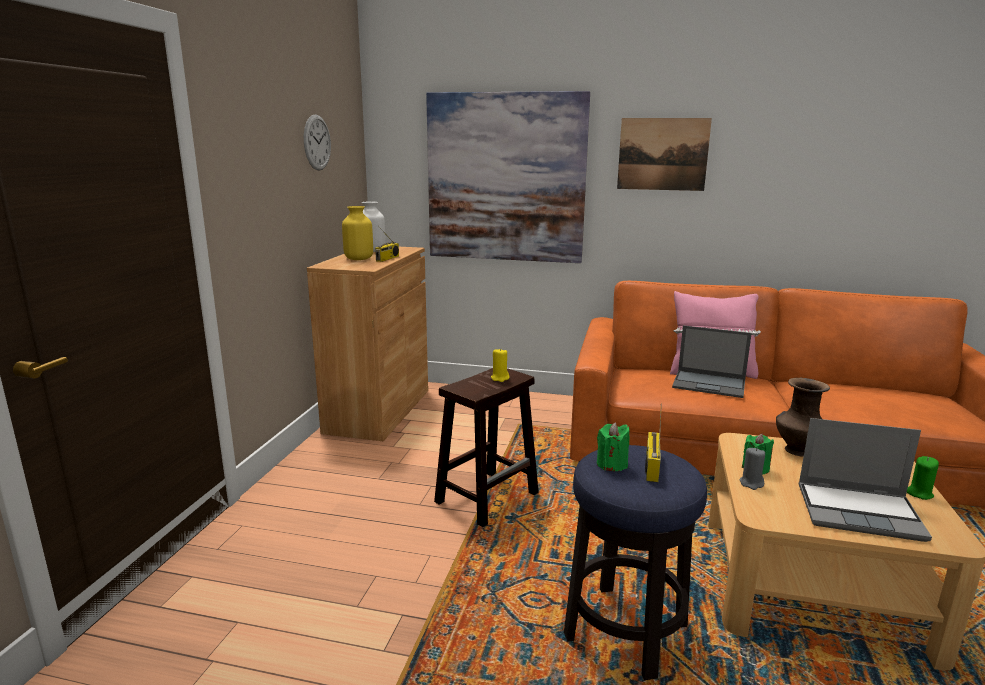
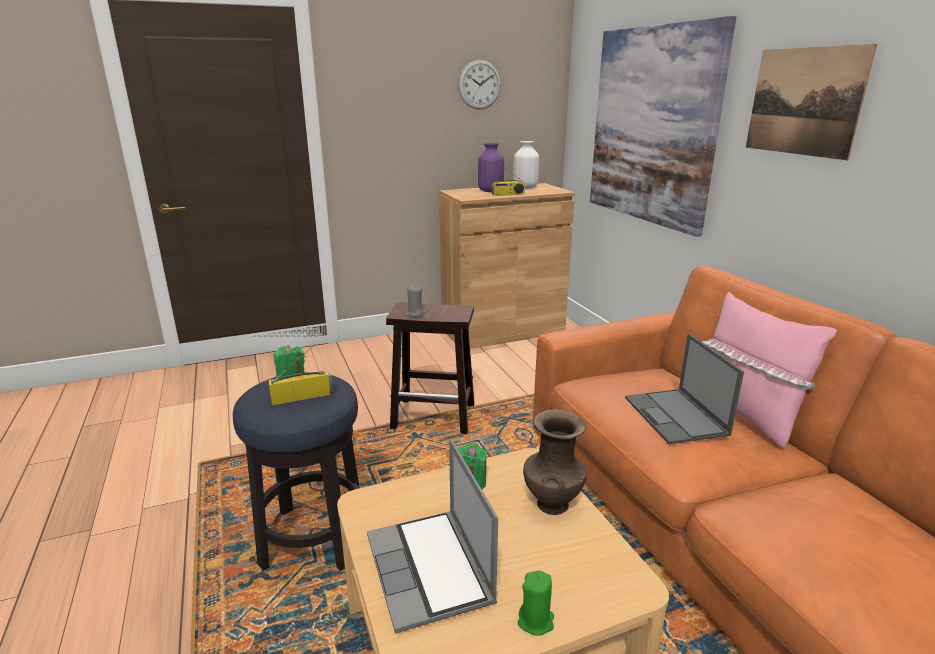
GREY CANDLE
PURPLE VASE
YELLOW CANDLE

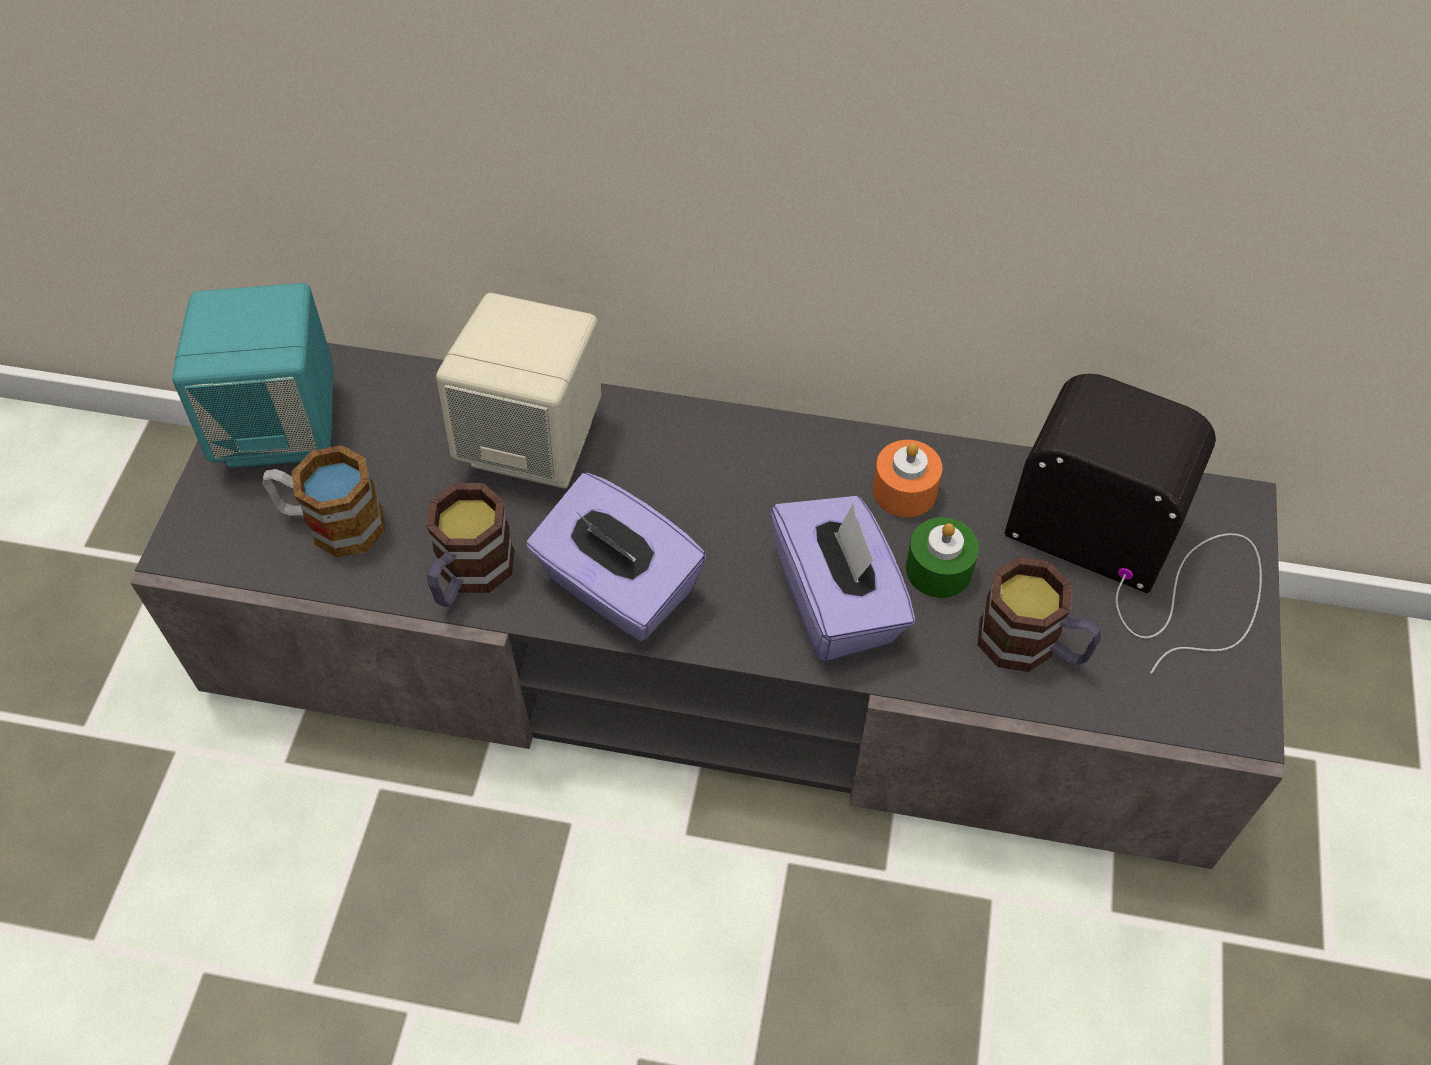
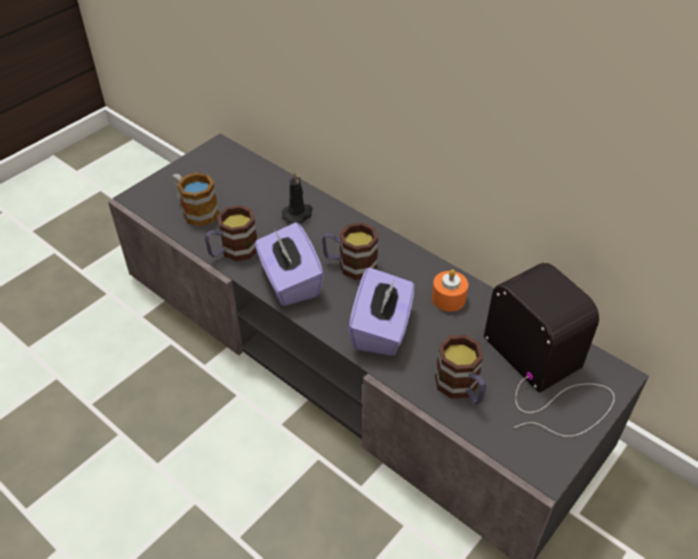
BLACK CANDLE
MUG (3rd from left)
TURQUOISE SPEAKER
GREEN CANDLE

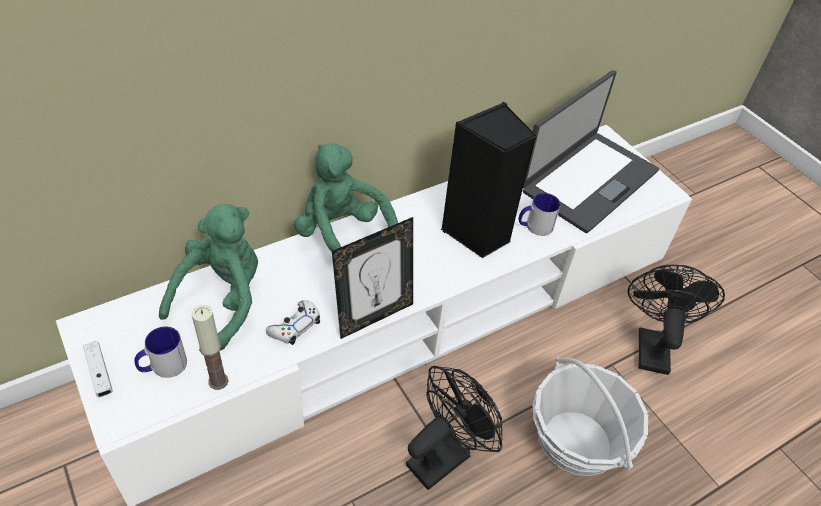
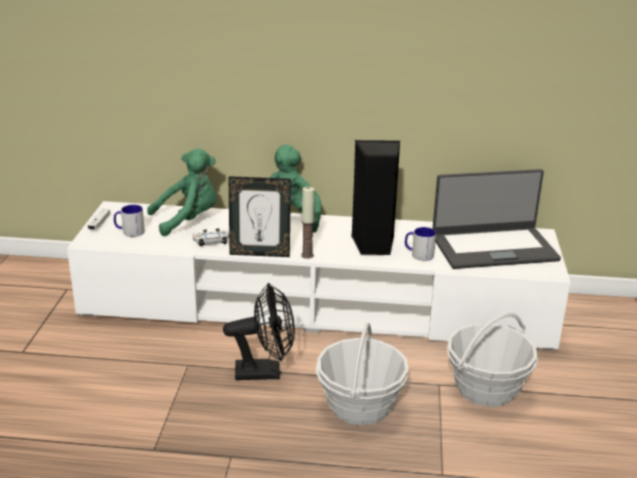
CANDLE
BASKET (2nd from left)

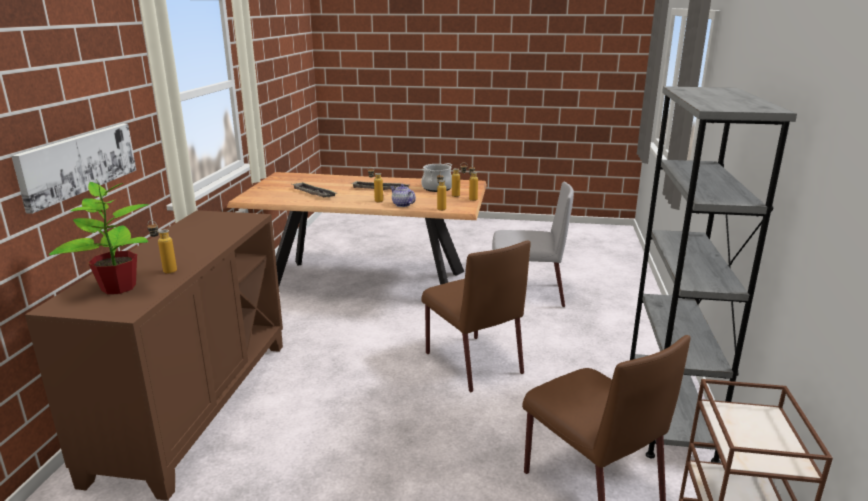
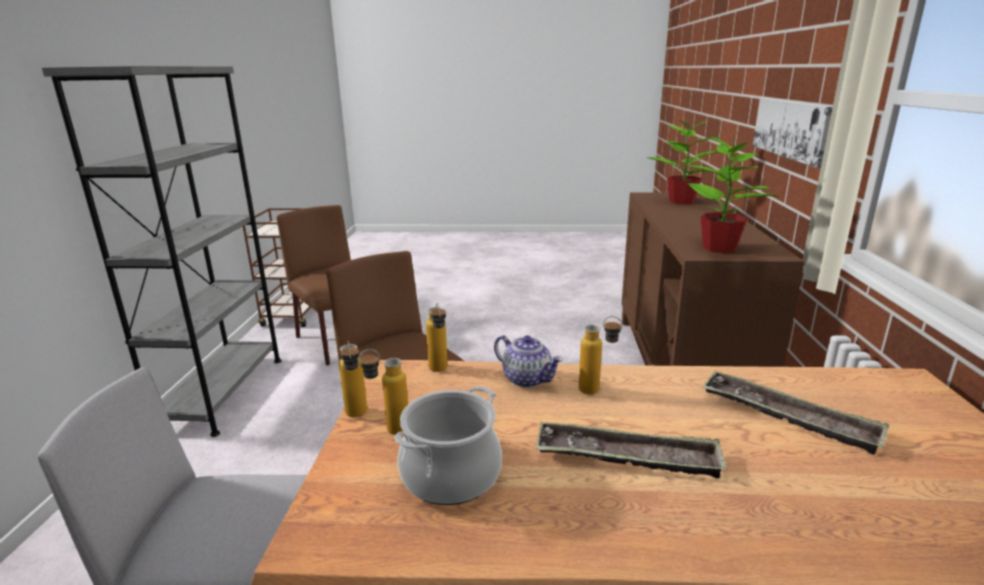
POTTED PLANT (2nd from left)
BOTTLE (1st from left in the first image)

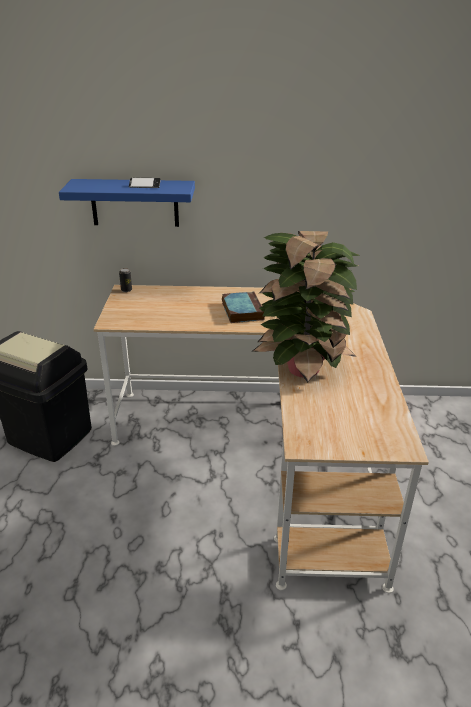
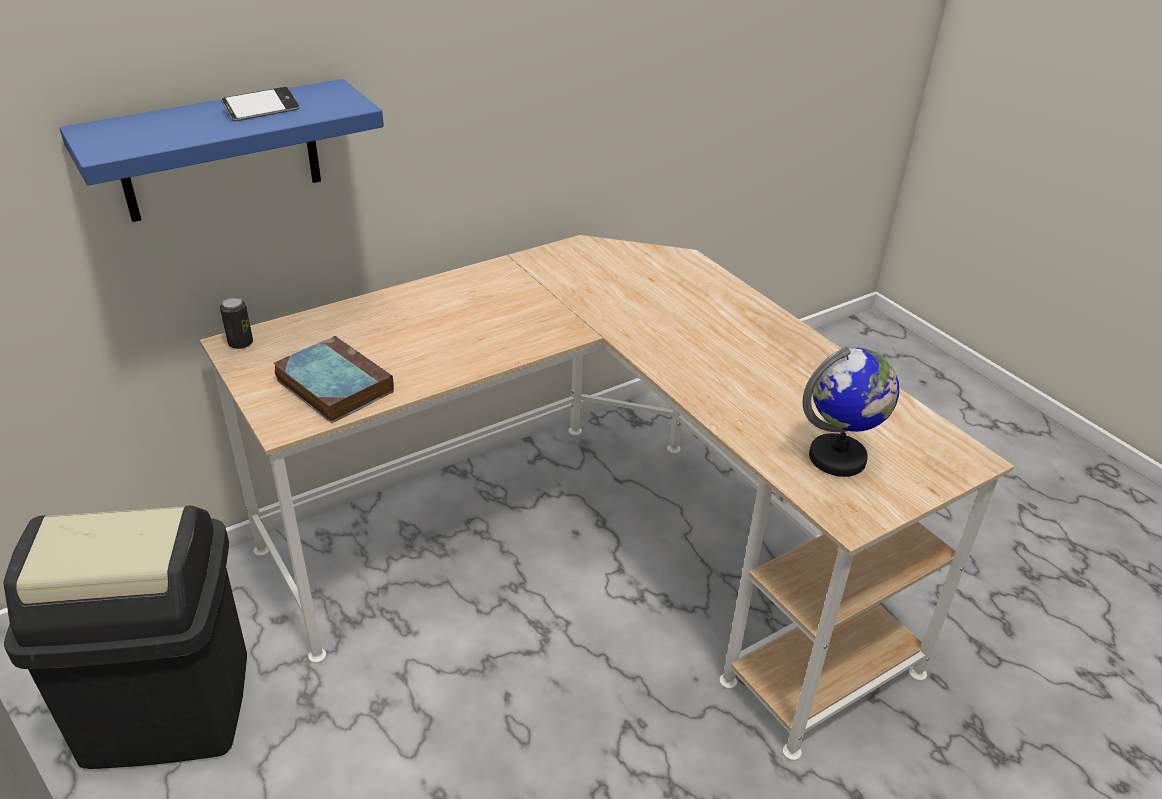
BOOK
GLOBE
POTTED PLANT

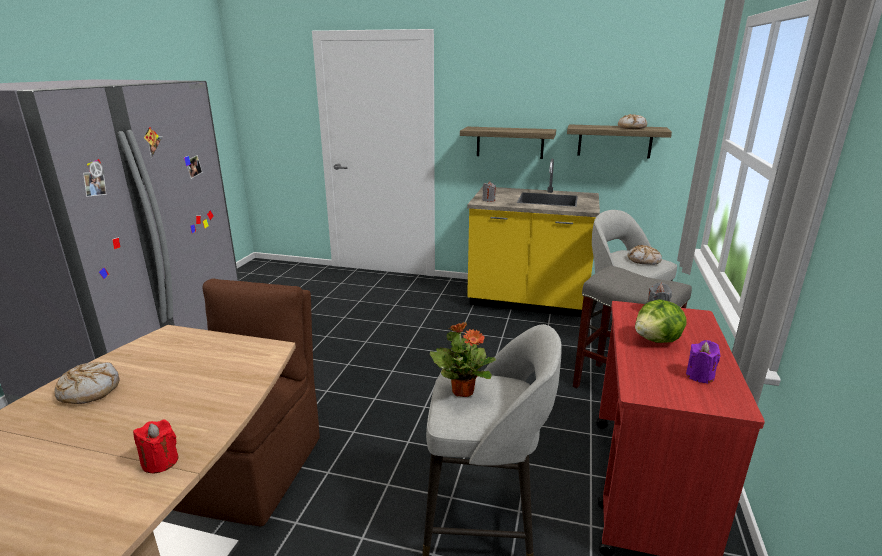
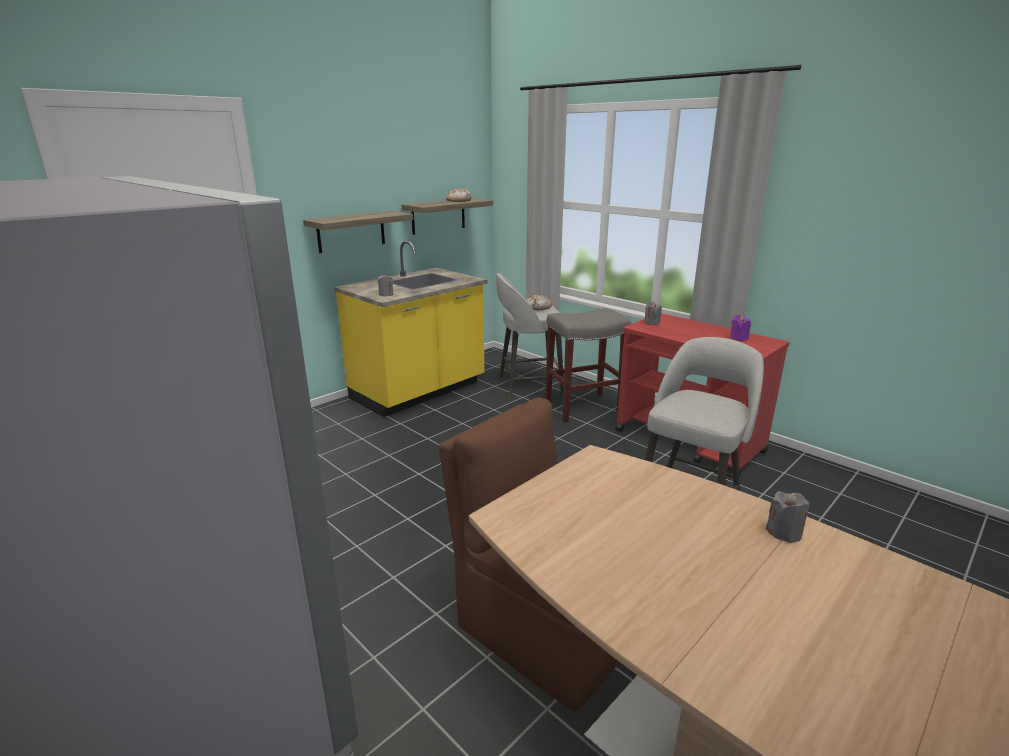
GREY CANDLE (3rd from left)
BREAD (1st from left in the first image)
POTTED PLANT
LETTUCE

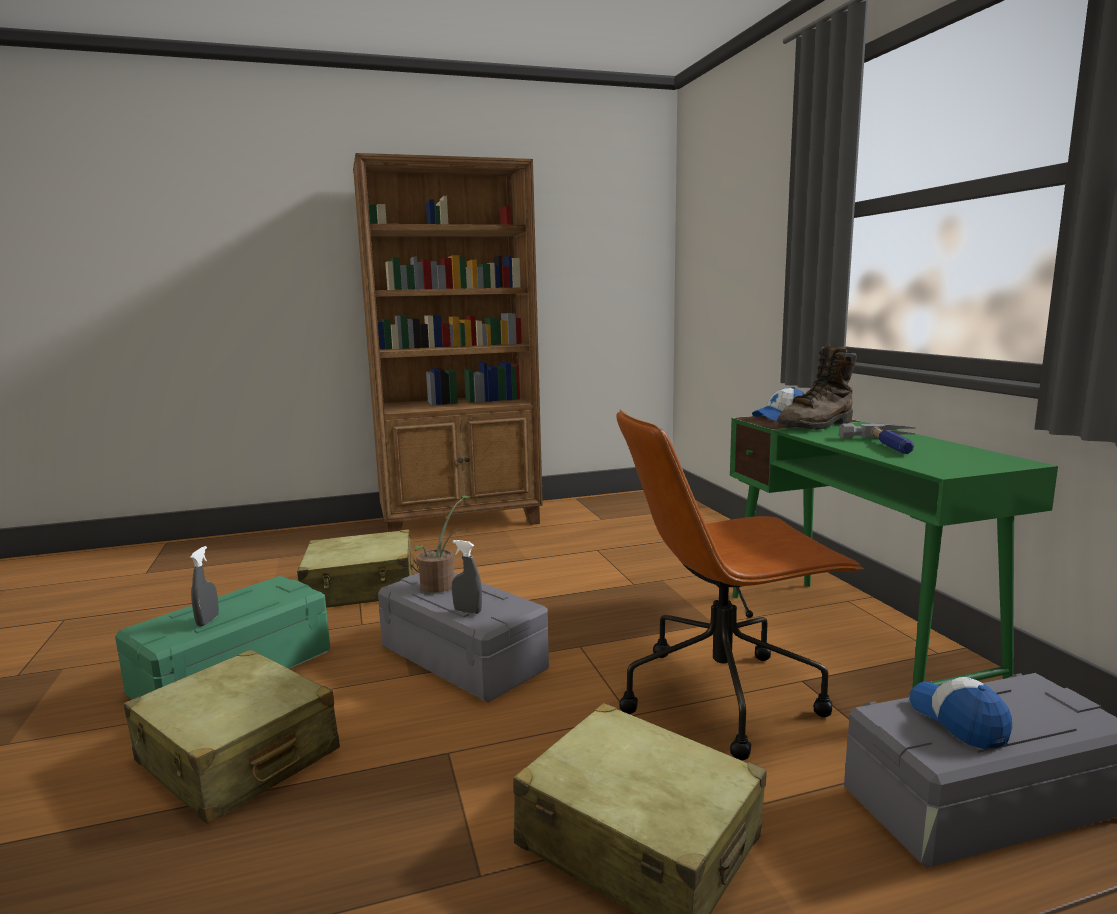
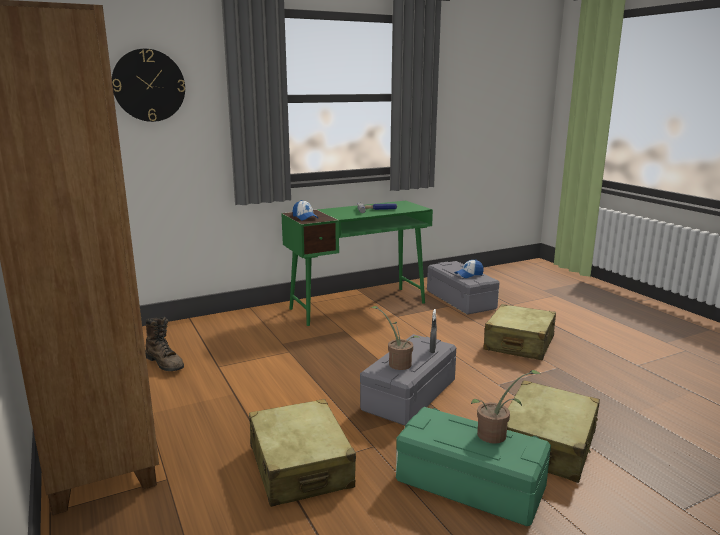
WALL CLOCK
BROWN BOOT
POTTED PLANT (2nd from left)
BROWN OFFICE CHAIR

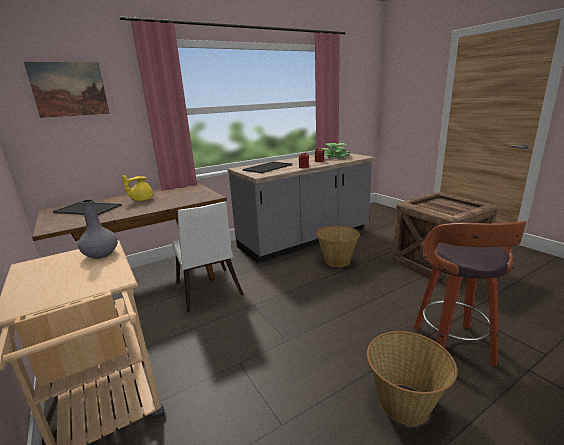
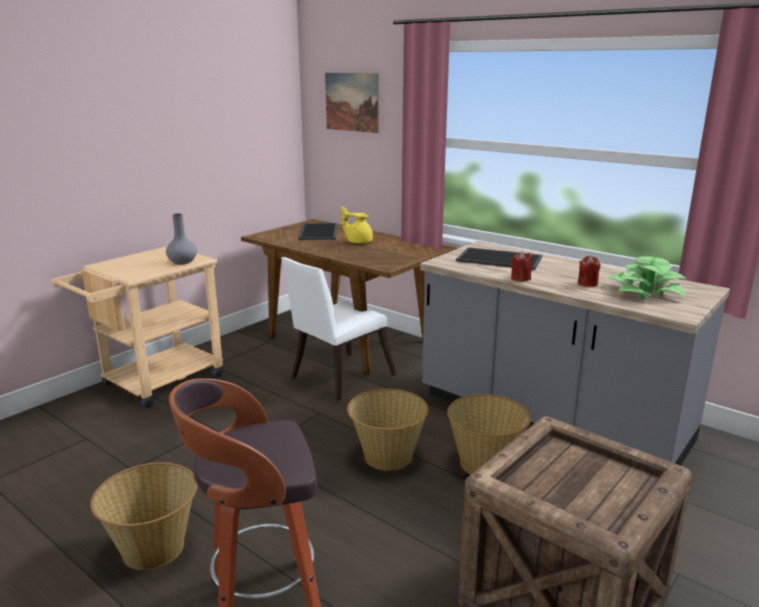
BASKET (2nd from left)

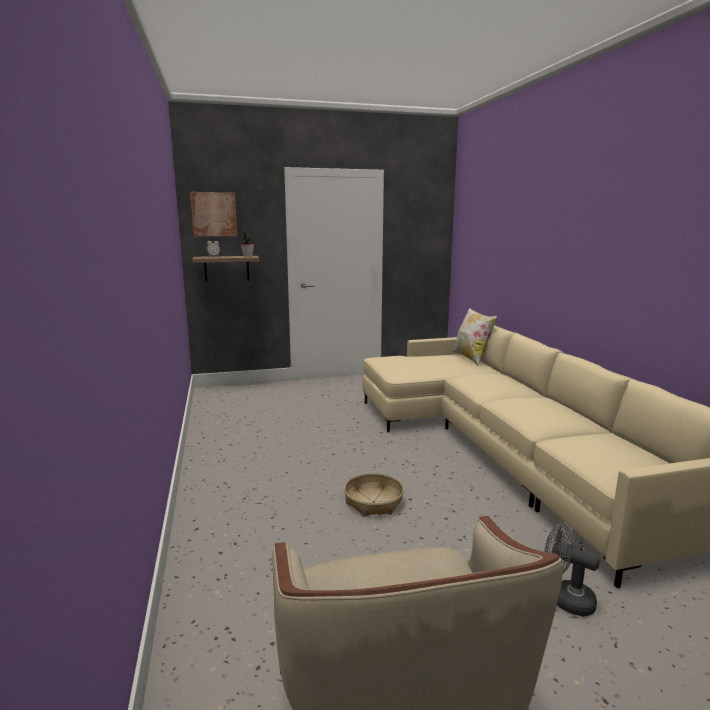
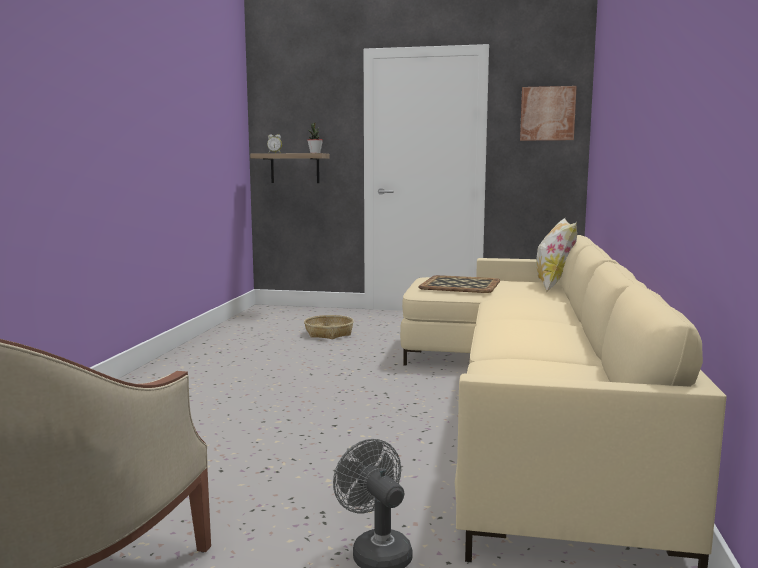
BASKET
TRAY
PICTURE

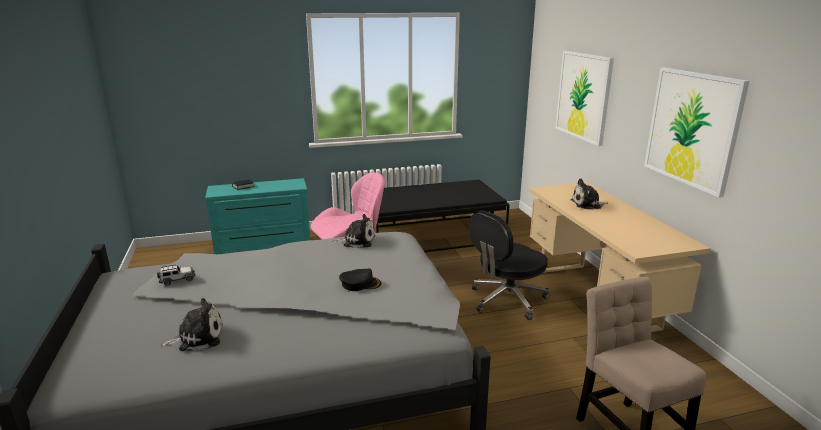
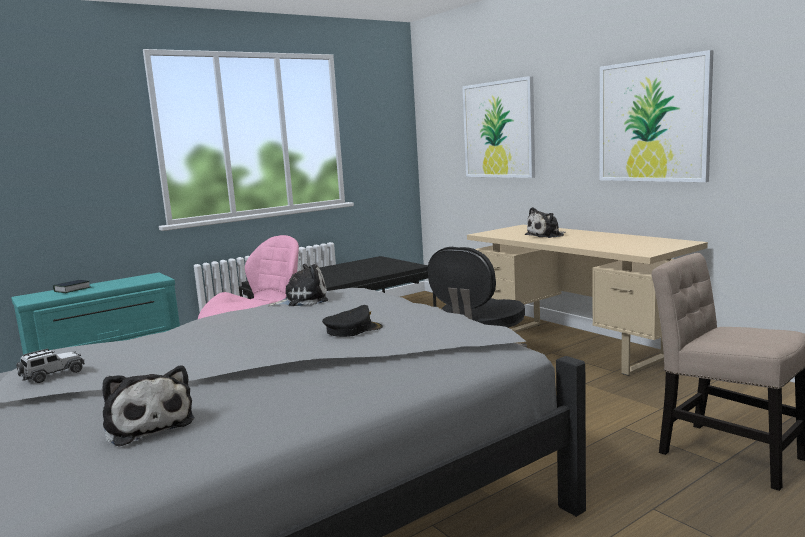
PLUSH TOY (1st from left)

